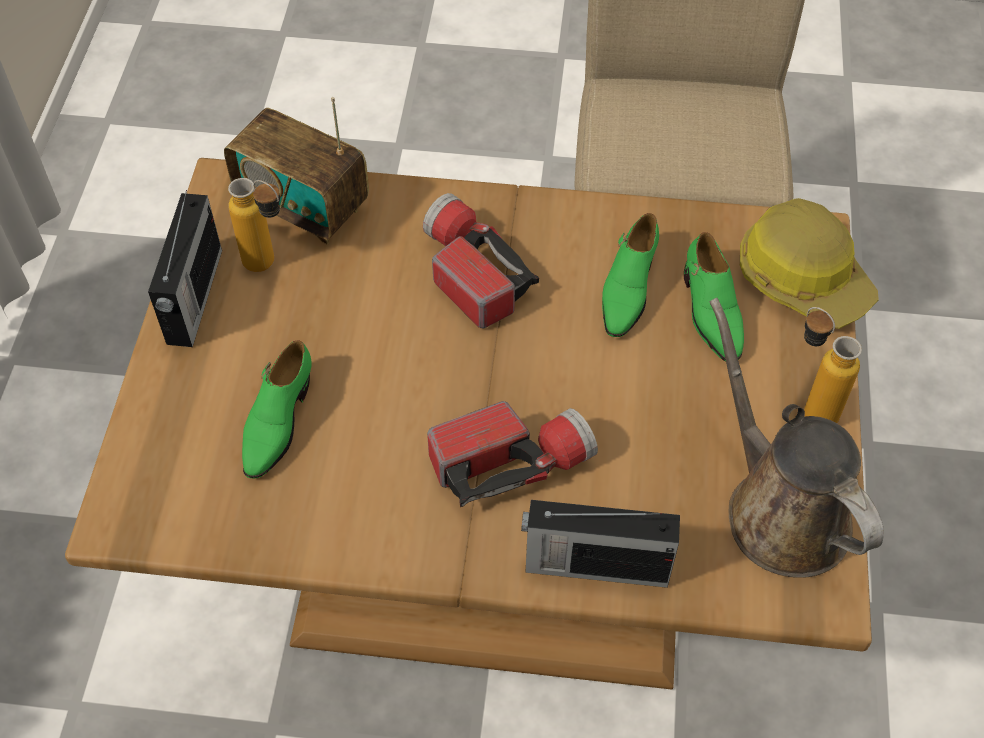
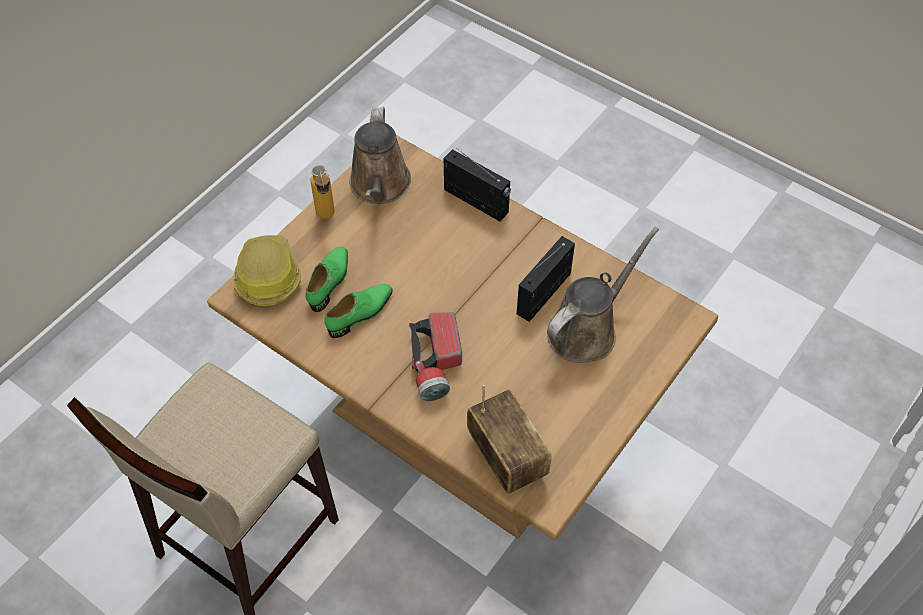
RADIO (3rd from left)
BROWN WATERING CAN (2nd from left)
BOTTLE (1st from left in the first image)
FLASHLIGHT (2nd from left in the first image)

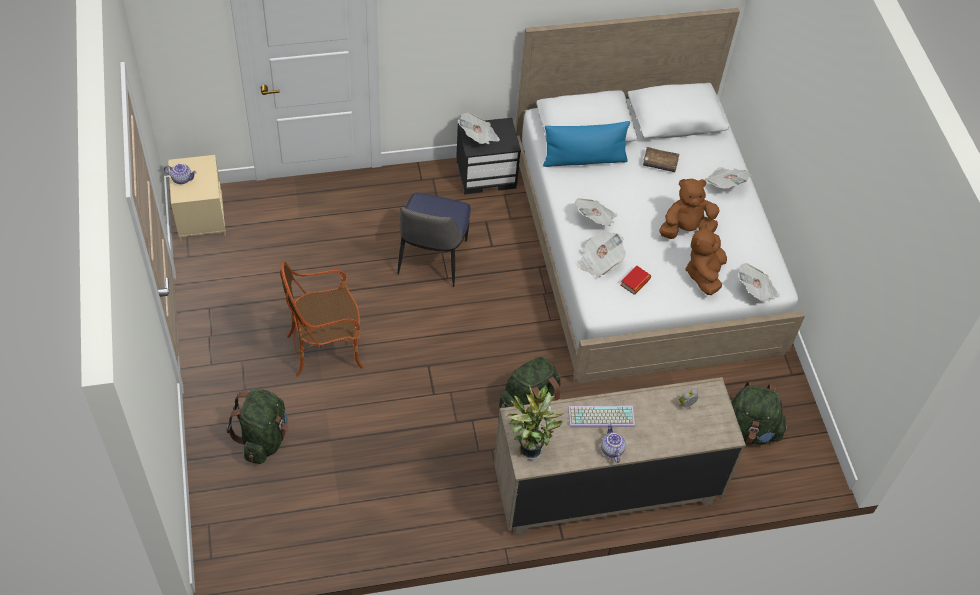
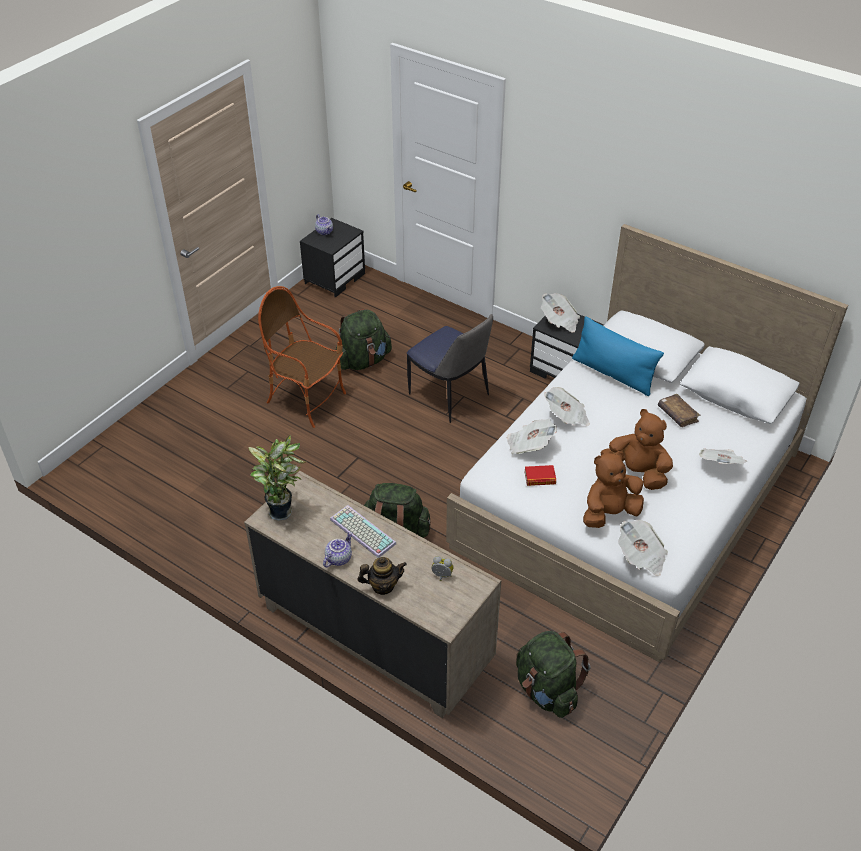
BLACK NIGHTSTAND (1st from left)
GREEN BACKPACK (1st from left)
TEAPOT (3rd from left)
CHAIR

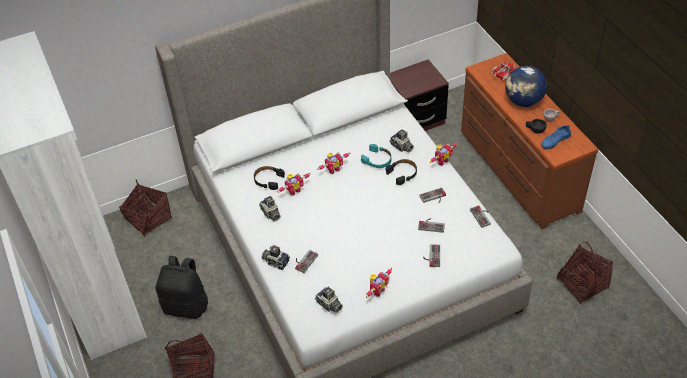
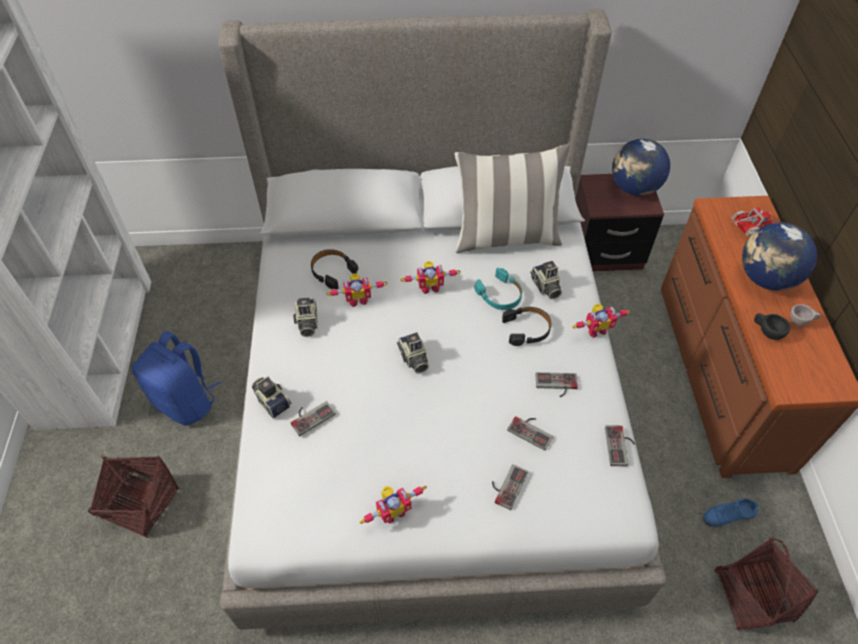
BLUE BACKPACK
PHOTO CAMERA (3rd from left)
PILLOW
GLOBE (1st from left)
BLUE SHOE
BASKET (1st from left in the first image)

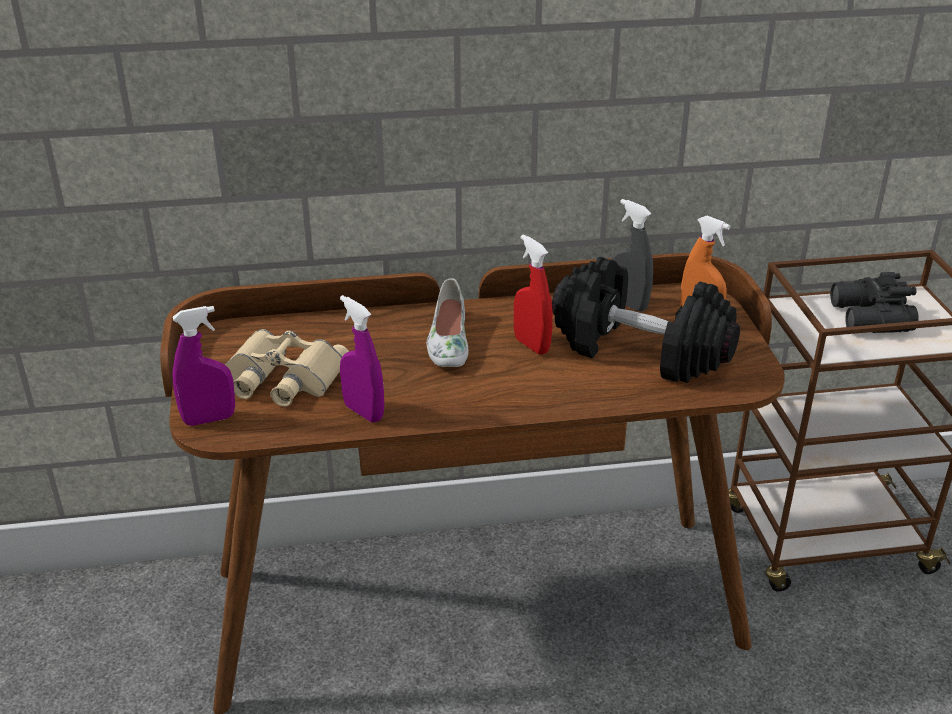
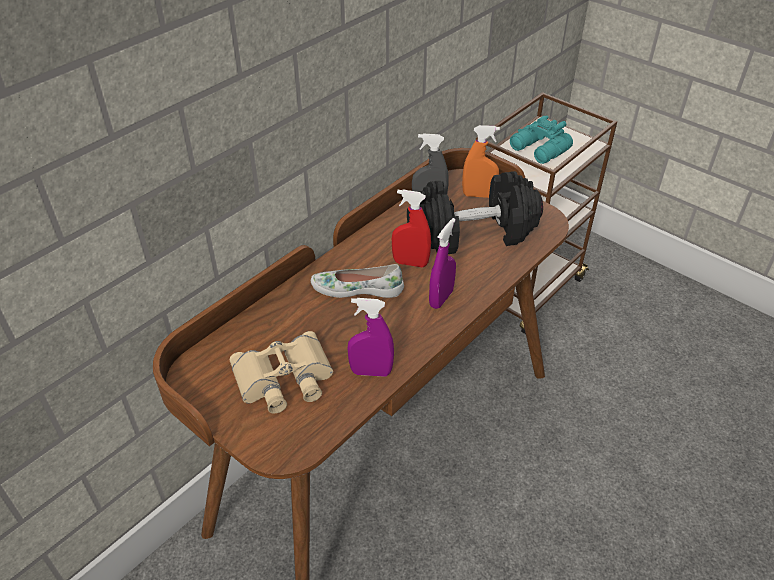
WHITE SHOE
PURPLE SPRAY BOTTLE (2nd from left)
TURQUOISE BINOCULARS

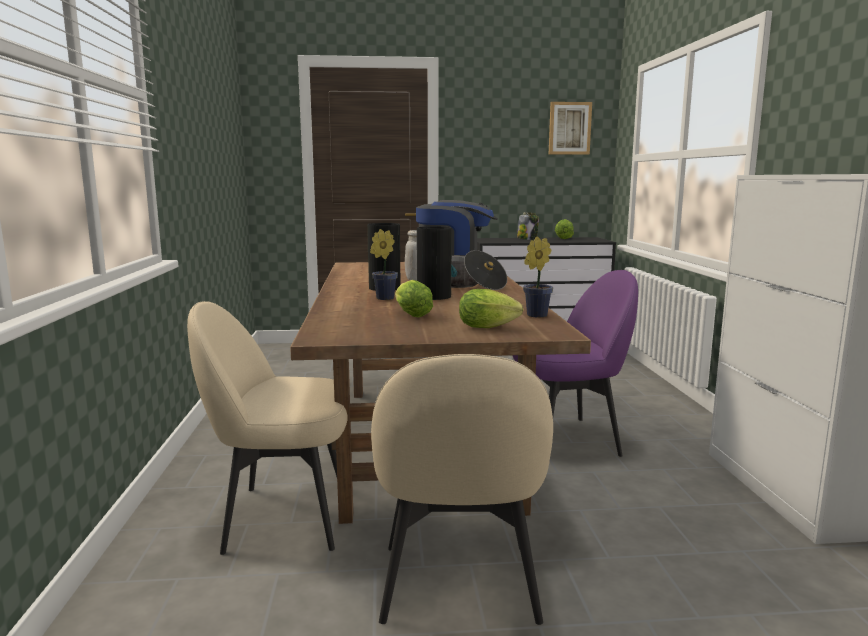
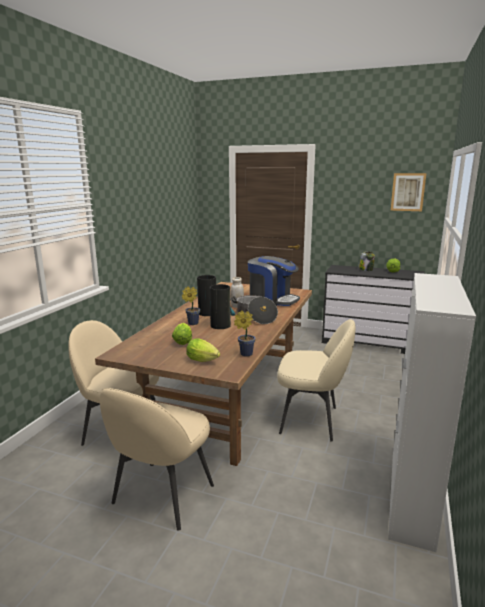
BEIGE CHAIR (3rd from left)

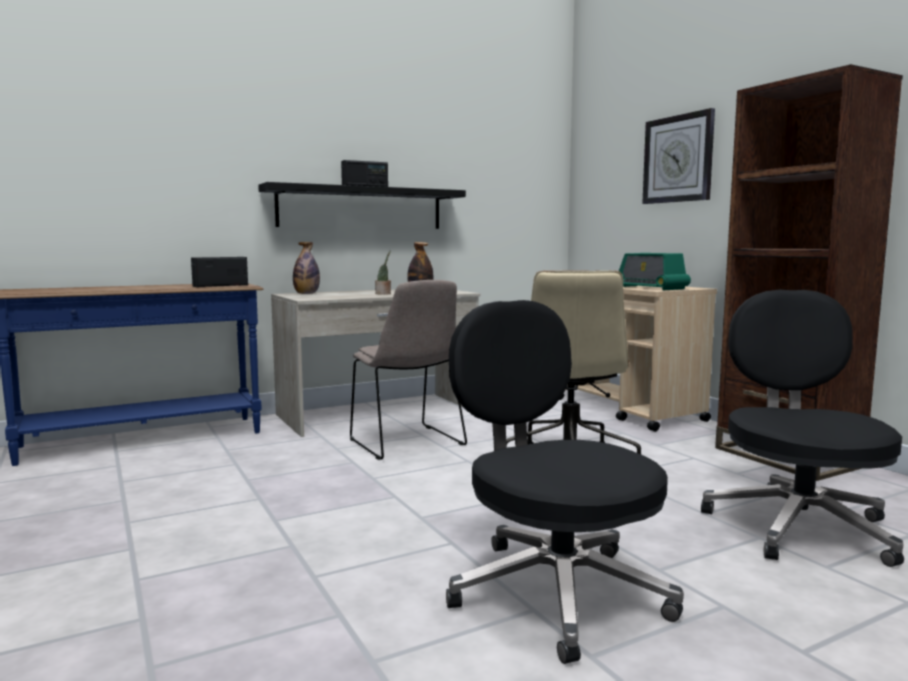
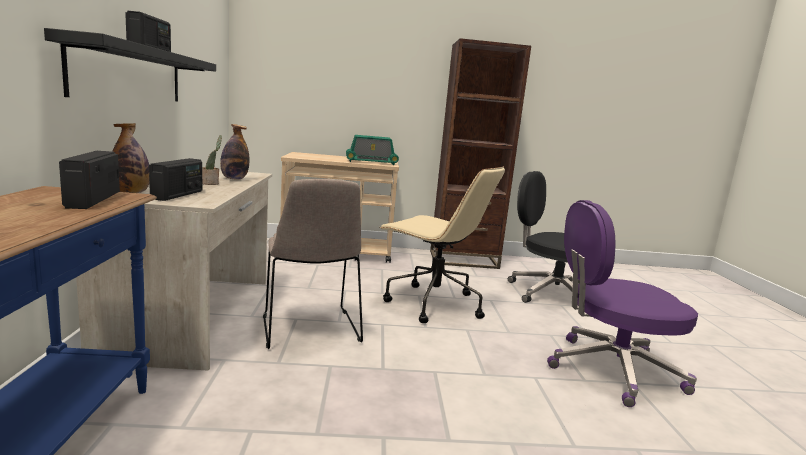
RADIO (3rd from left)
BEIGE CHAIR
PURPLE OFFICE CHAIR
WALL CLOCK

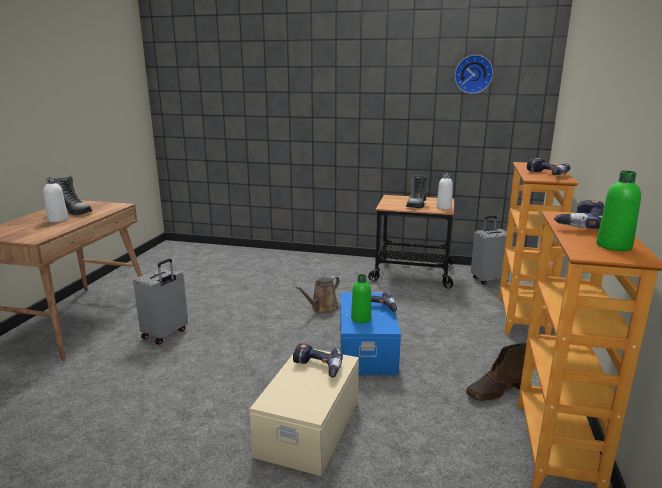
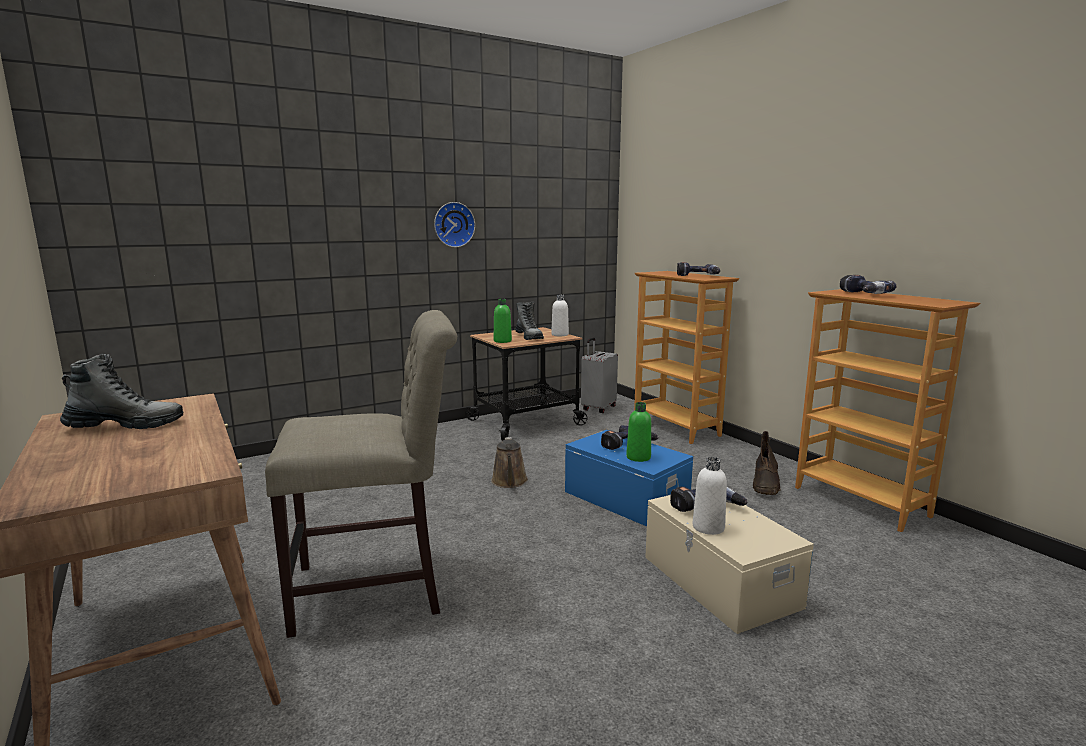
BEIGE CHAIR
WALL CLOCK
GREEN BOTTLE (1st from left)
WHITE BOTTLE (2nd from left)

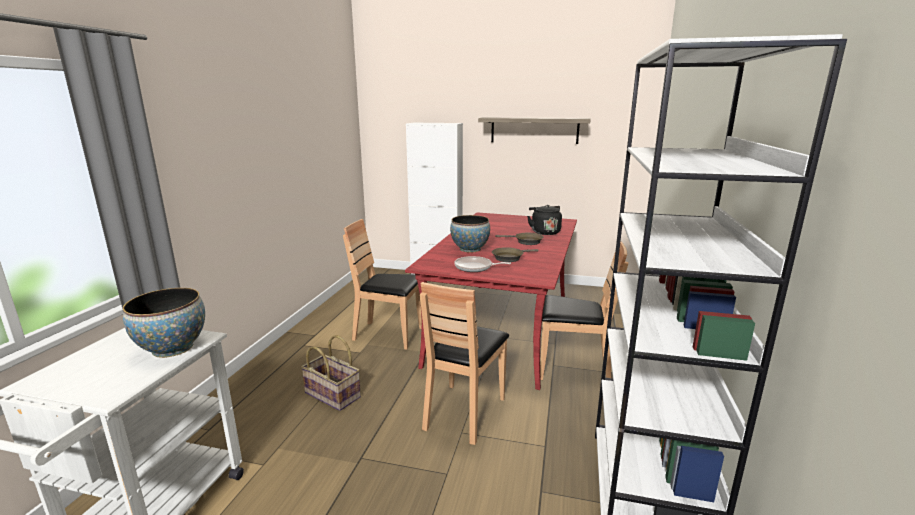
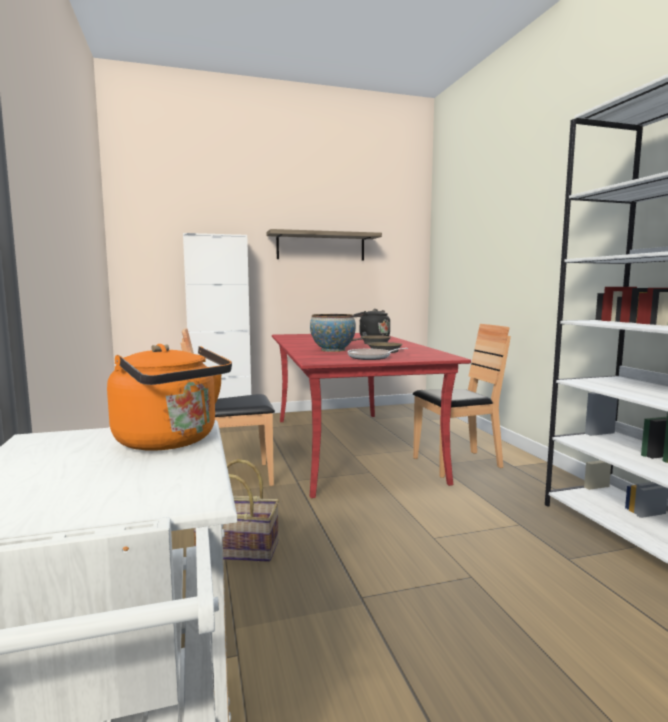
ORANGE KETTLE
BROWN CHAIR (2nd from left in the first image)

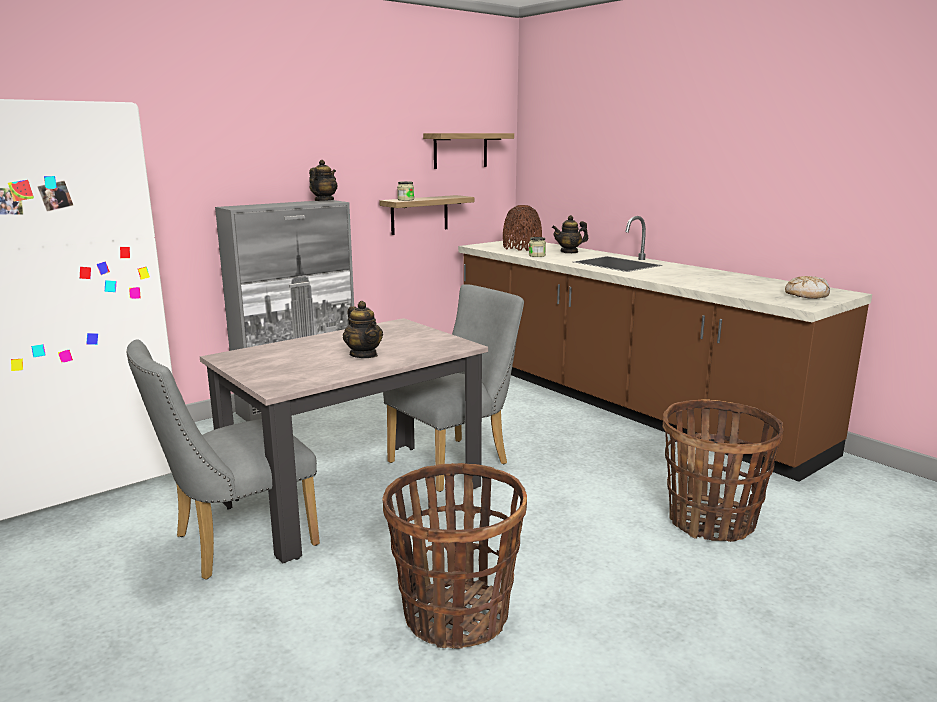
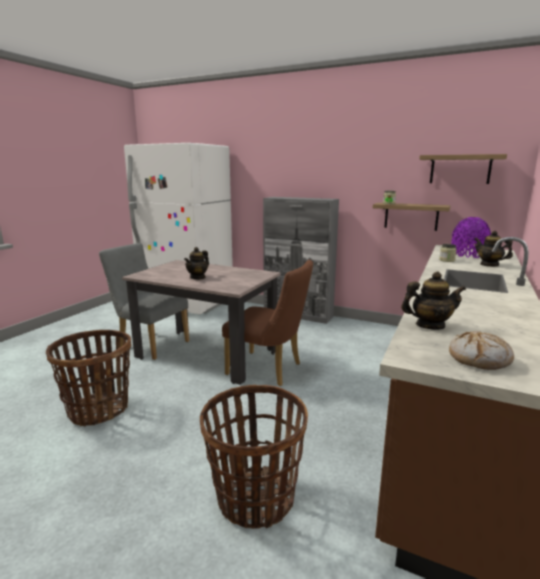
BROWN CHAIR
TEAPOT (2nd from left)
PURPLE VASE

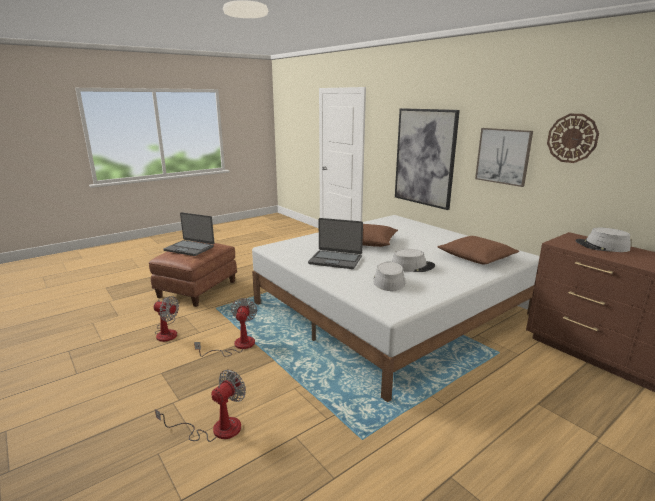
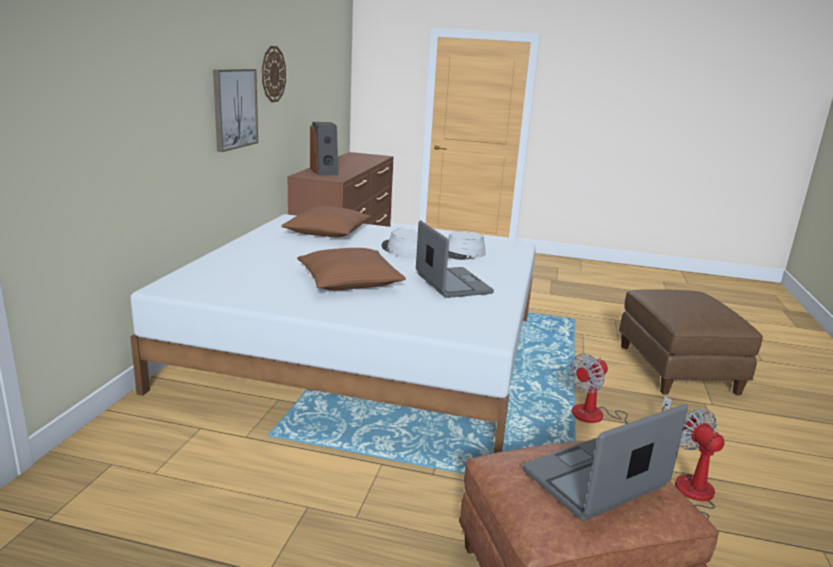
SPEAKER
LAPTOP (2nd from left)
BROWN OTTOMAN (2nd from left)
PICTURE (1st from left in the first image)

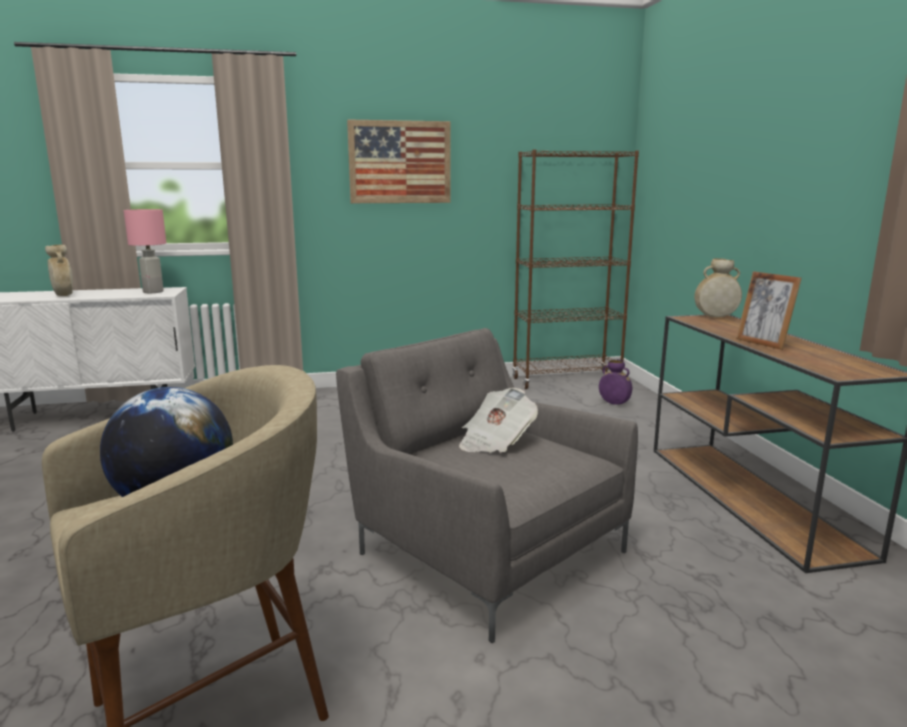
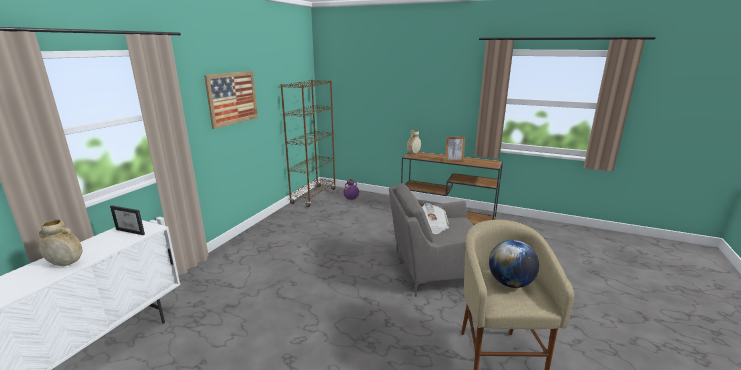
PICTURE FRAME (1st from left)

